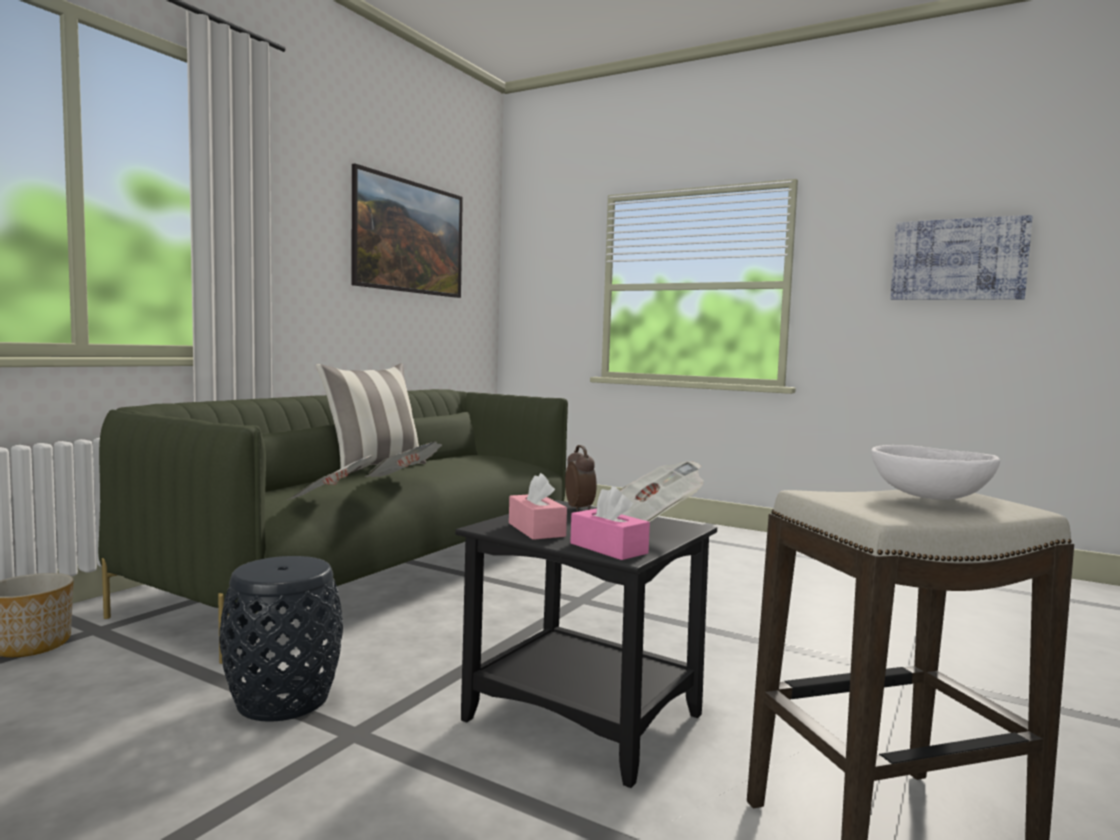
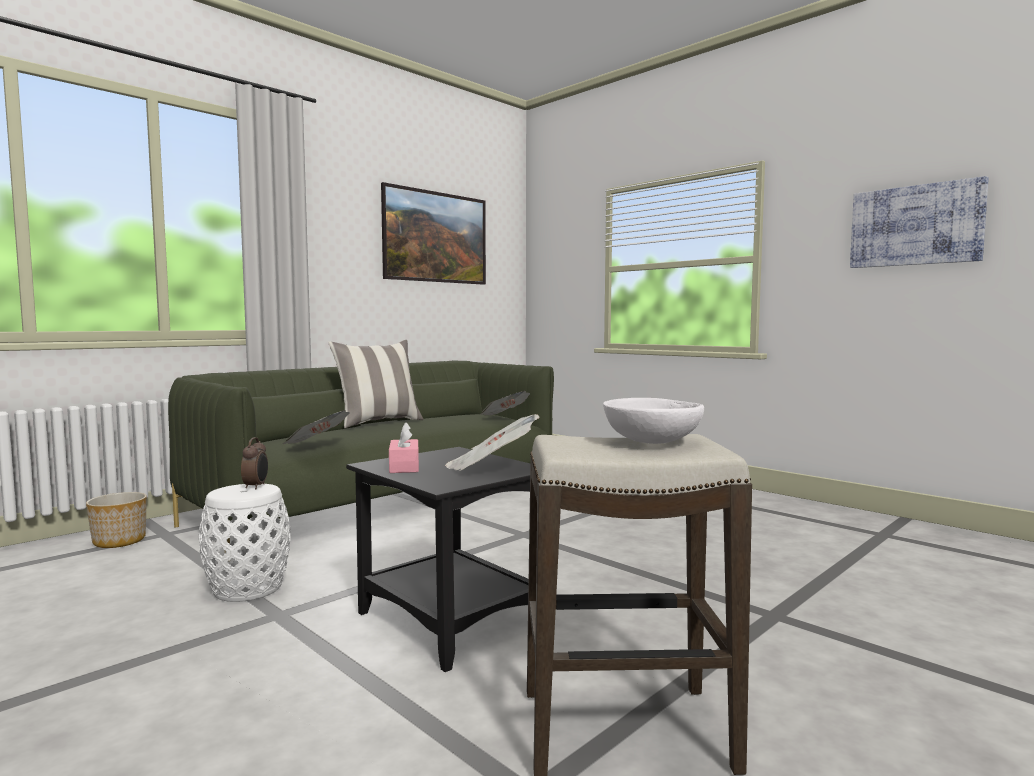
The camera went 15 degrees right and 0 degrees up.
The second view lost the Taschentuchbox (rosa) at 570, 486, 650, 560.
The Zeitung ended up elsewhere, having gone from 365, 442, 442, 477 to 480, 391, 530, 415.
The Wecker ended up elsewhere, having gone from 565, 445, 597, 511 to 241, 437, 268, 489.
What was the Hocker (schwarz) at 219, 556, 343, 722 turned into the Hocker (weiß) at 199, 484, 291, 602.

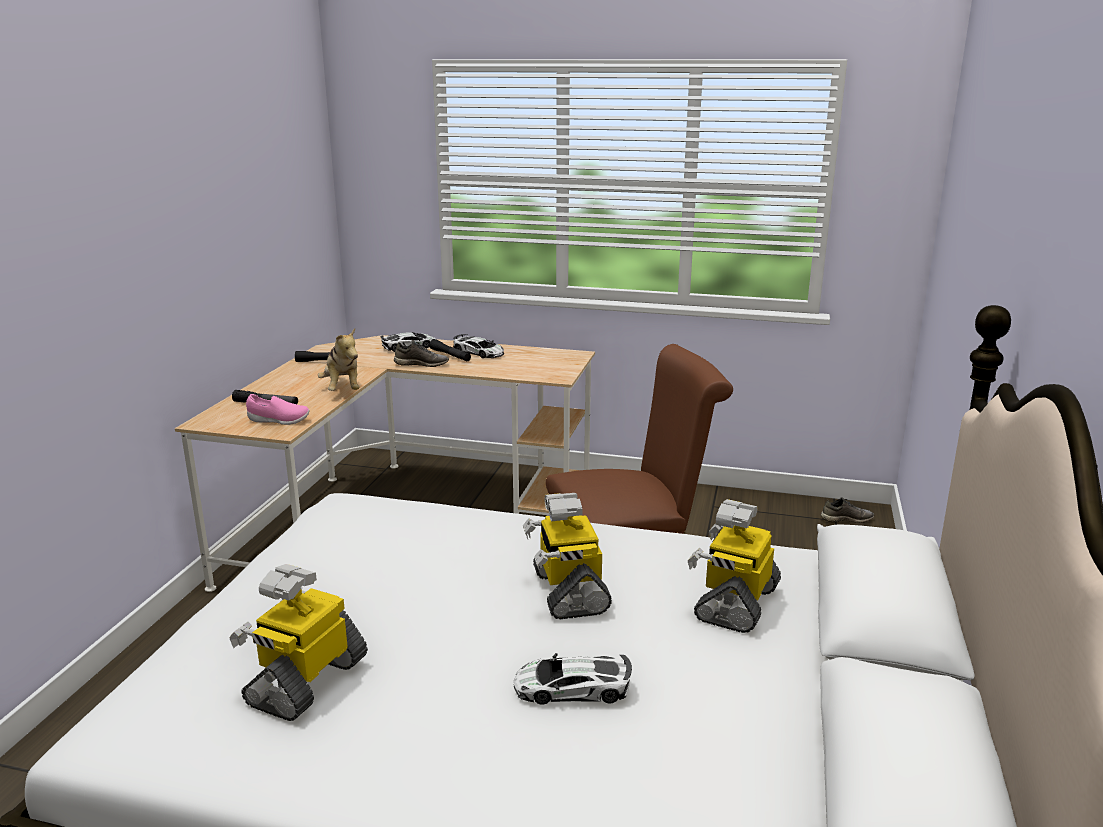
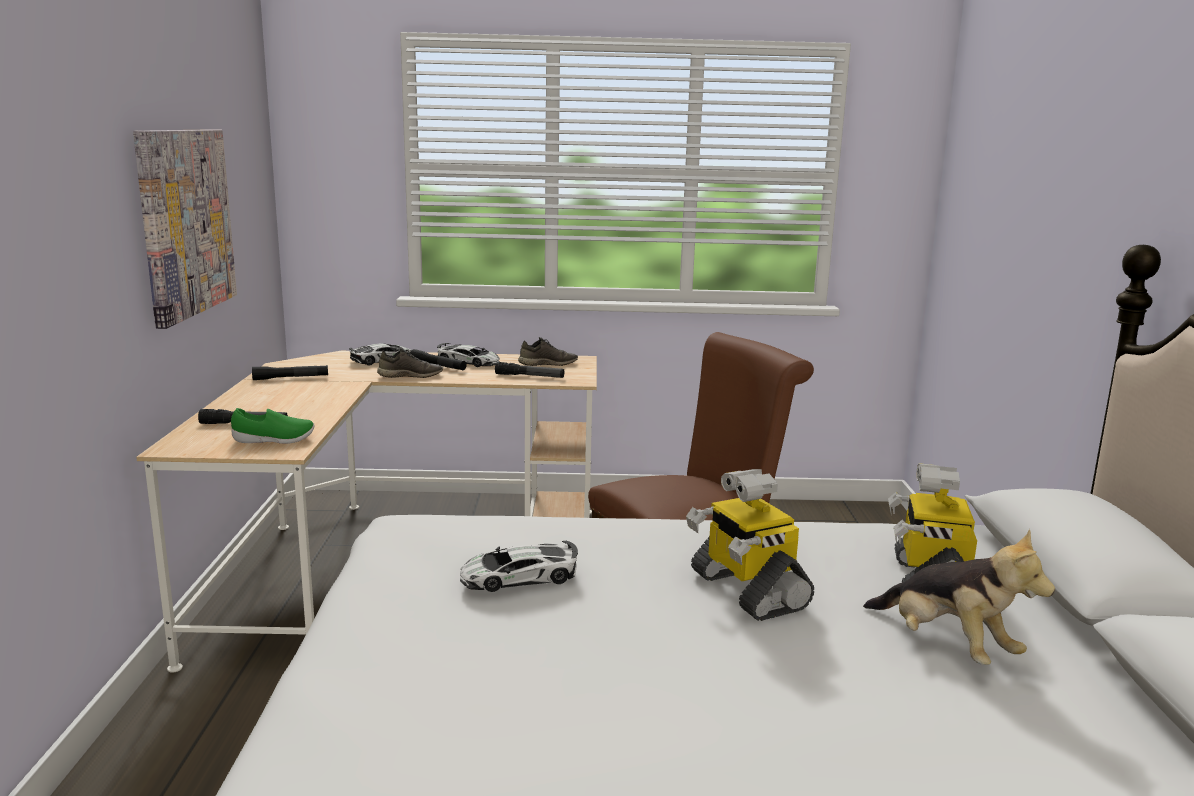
The camera went 15 degrees left and 5 degrees down.
The second view lost the Spielzeugroboter at 229, 564, 368, 721.
The second view gained the Bild at 133, 129, 237, 329.
The second view gained the Taschenlampe at 495, 362, 564, 378.
The Plüschtier ended up elsewhere, having gone from 318, 328, 360, 391 to 863, 529, 1055, 665.
The Spielzeugauto ended up elsewhere, having gone from 514, 653, 632, 705 to 460, 541, 578, 592.
The Schuh (grau) ended up elsewhere, having gone from 821, 497, 874, 523 to 518, 337, 578, 366.
What was the Schuh (rosa) at 246, 394, 310, 425 turned into the Schuh (grün) at 231, 408, 314, 444.

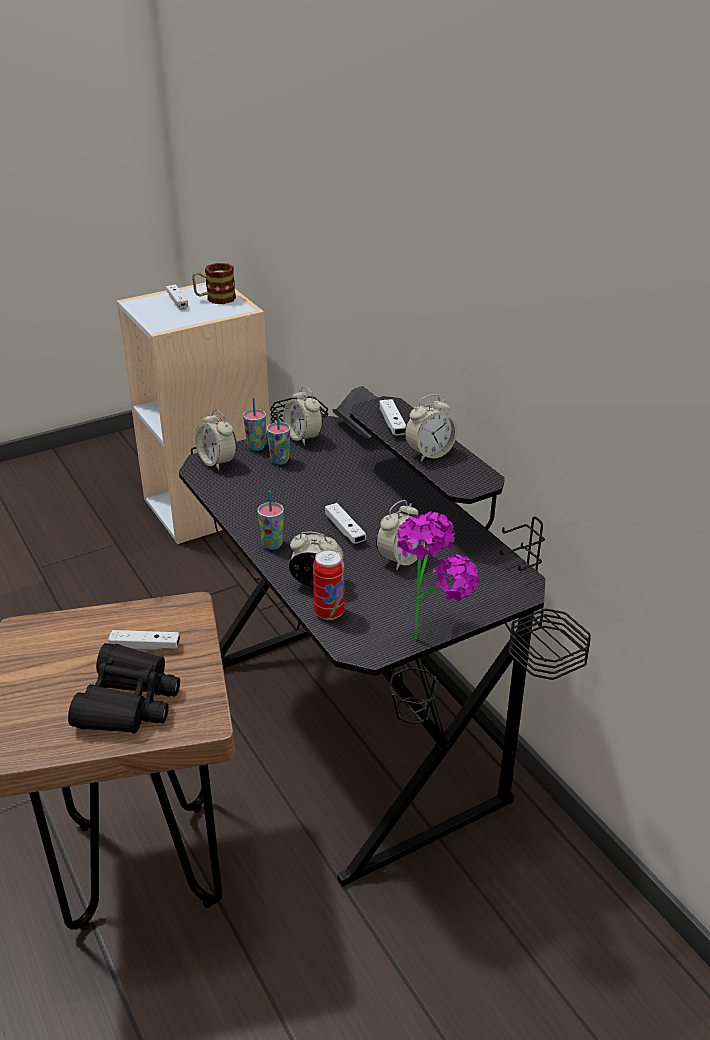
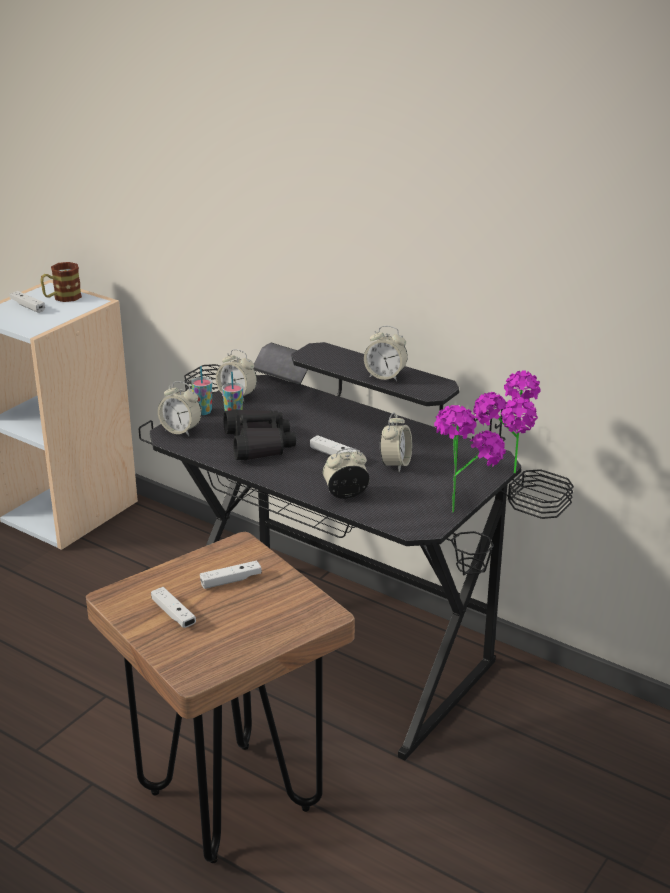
The camera went 25 degrees left and 5 degrees down.
The second view lost the Tasse at 257, 491, 284, 550.
The second view lost the Dose at 313, 549, 345, 620.
The second view gained the Topfpflanze at 473, 370, 541, 474.
The Fernglas (schwarz) ended up elsewhere, having gone from 68, 643, 180, 733 to 223, 409, 296, 460.
The Gamepad (weiß) ended up elsewhere, having gone from 379, 399, 406, 435 to 151, 587, 196, 628.
The Wecker at 405, 394, 457, 461 ended up facing another way, 75 degrees clockwise from before.

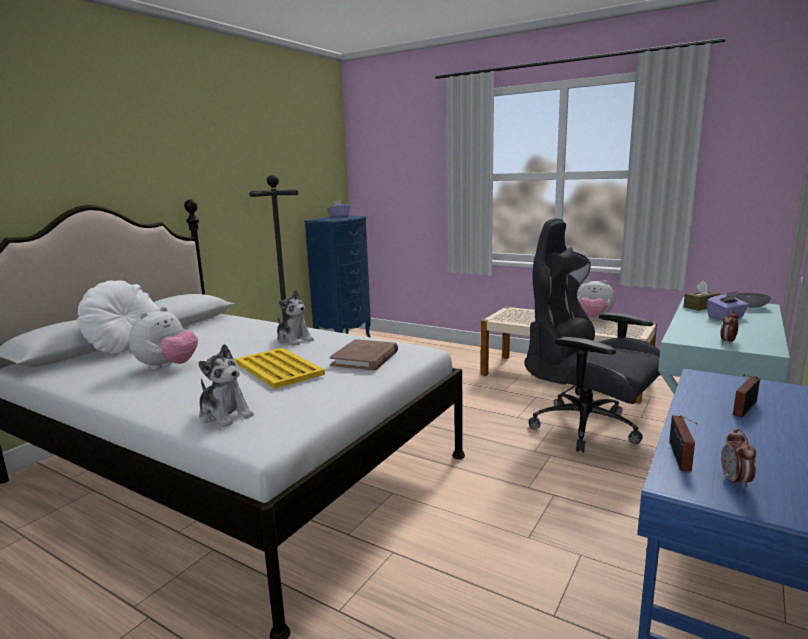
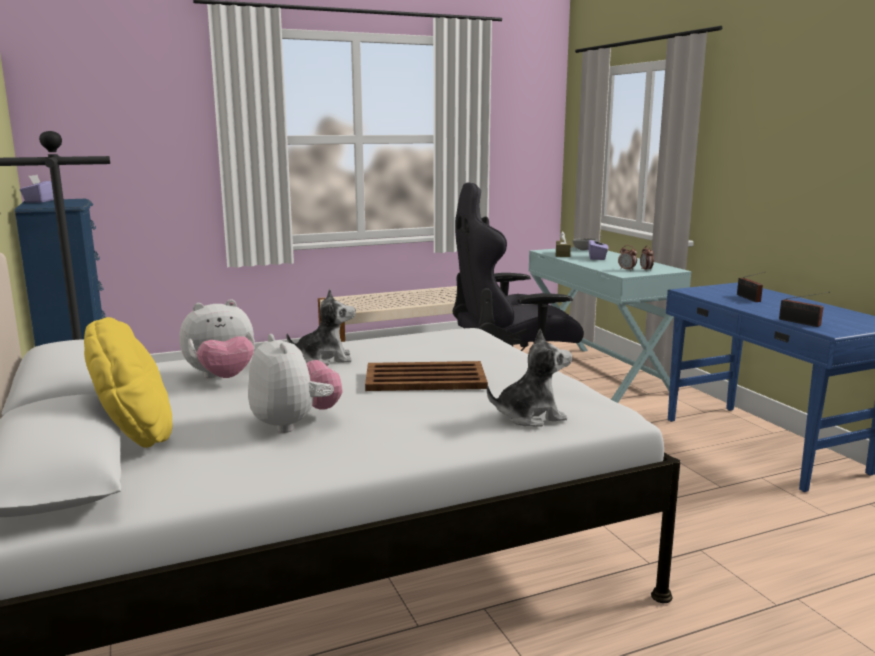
The camera went 55 degrees left and 0 degrees up.
The second view lost the Buch (braun) at 330, 339, 398, 371.
The Plüschtier ended up elsewhere, having gone from 577, 279, 615, 318 to 179, 299, 255, 378.
The Wecker ended up elsewhere, having gone from 721, 429, 756, 488 to 618, 245, 637, 271.
What was the Kissen (weiß) at 77, 280, 160, 355 turned into the Kissen (gelb) at 84, 317, 172, 448.
What was the Tablett (gelb) at 235, 348, 325, 389 turned into the Tablett (braun) at 365, 361, 488, 391.

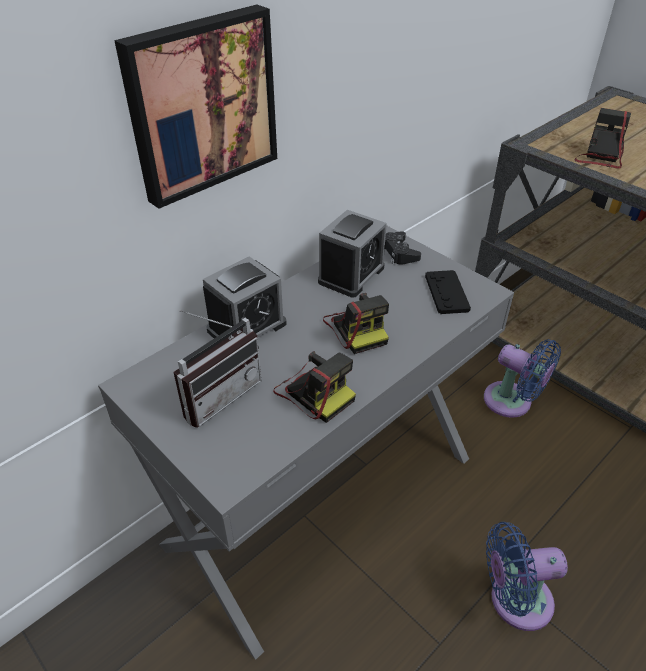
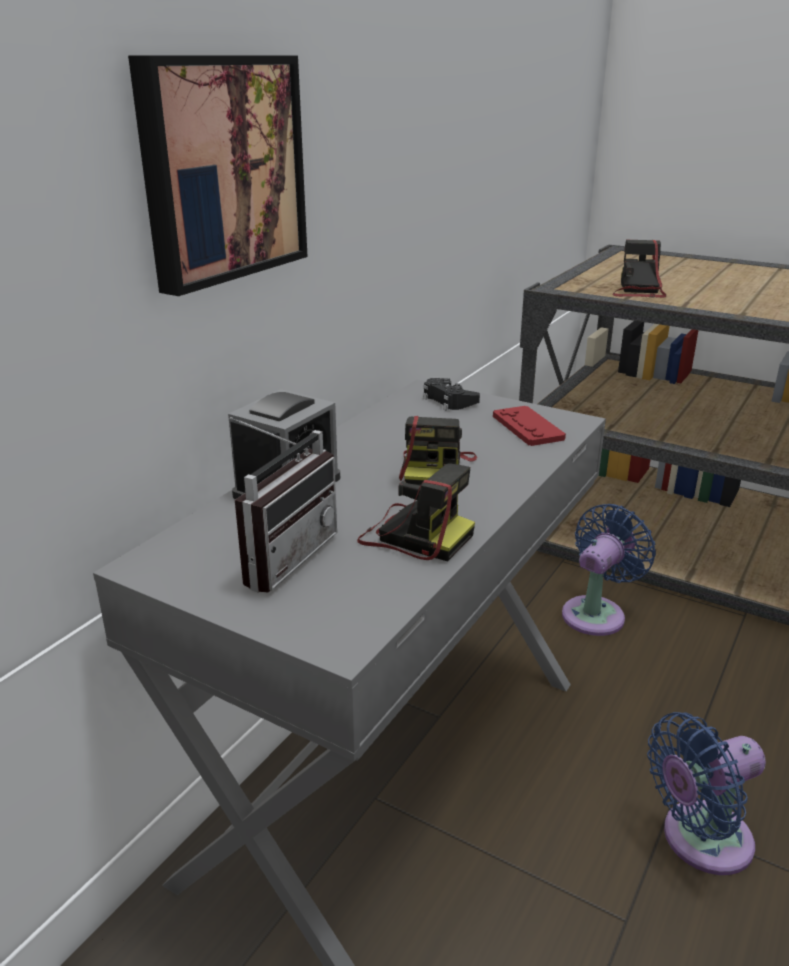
The camera went 15 degrees left and 15 degrees down.
The second view lost the Wecker at 318, 210, 387, 298.
What was the Gamepad (schwarz) at 425, 270, 471, 314 turned into the Gamepad (rot) at 493, 406, 566, 446.
The Kamera at 323, 293, 389, 354 ended up facing another way, 45 degrees clockwise from before.
The Ventilator (blau) at 484, 339, 561, 418 ended up facing another way, 75 degrees counterclockwise from before.

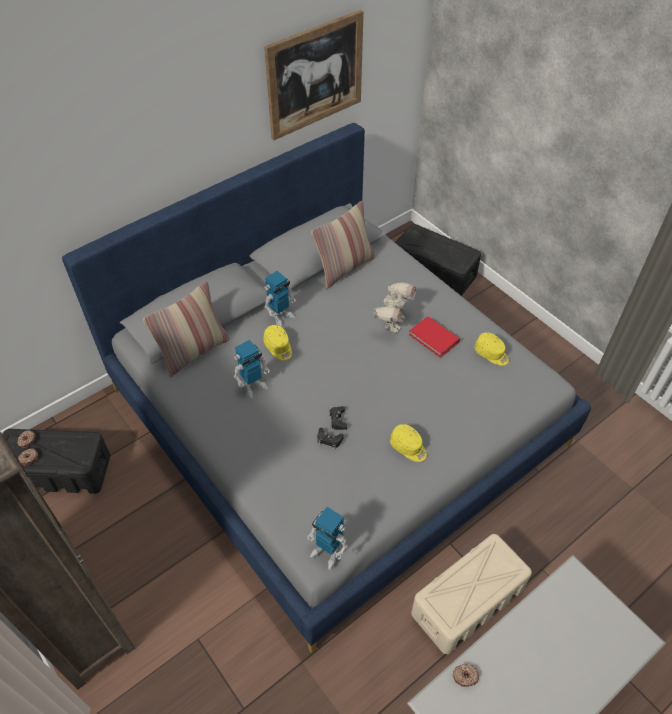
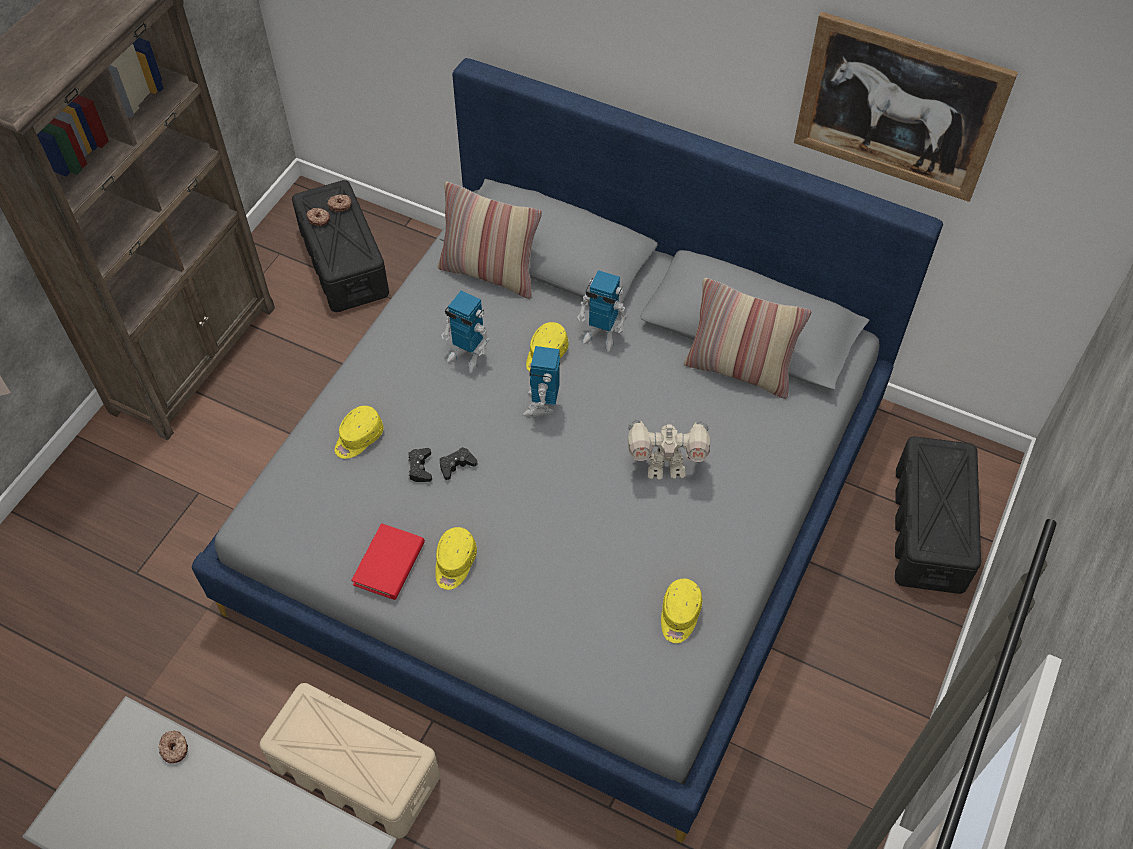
The camera went 65 degrees right and 5 degrees up.
The second view gained the Kappe (gelb) at 335, 406, 383, 459.
The Spielzeugroboter ended up elsewhere, having gone from 307, 507, 348, 570 to 523, 346, 560, 418.
The Buch (rot) ended up elsewhere, having gone from 409, 316, 460, 358 to 351, 523, 425, 600.

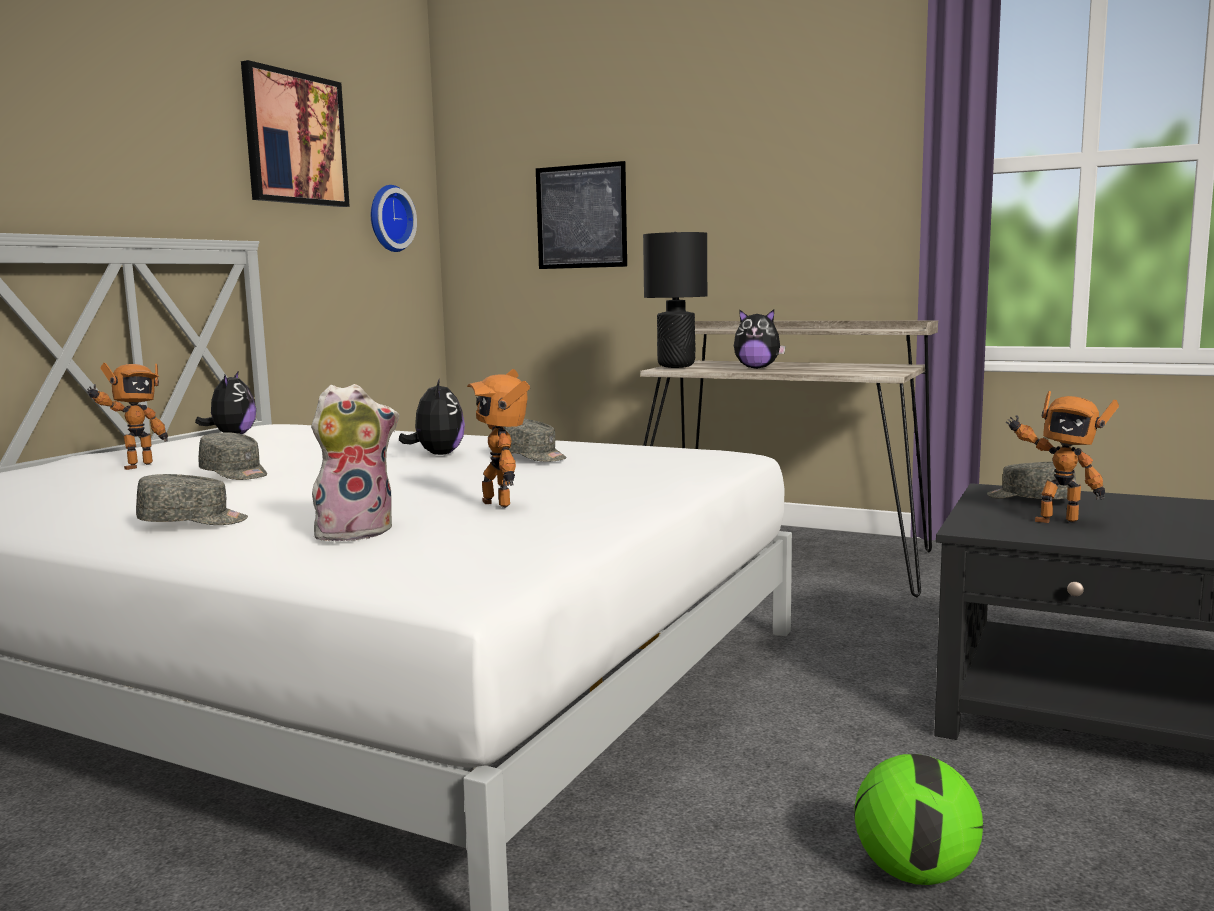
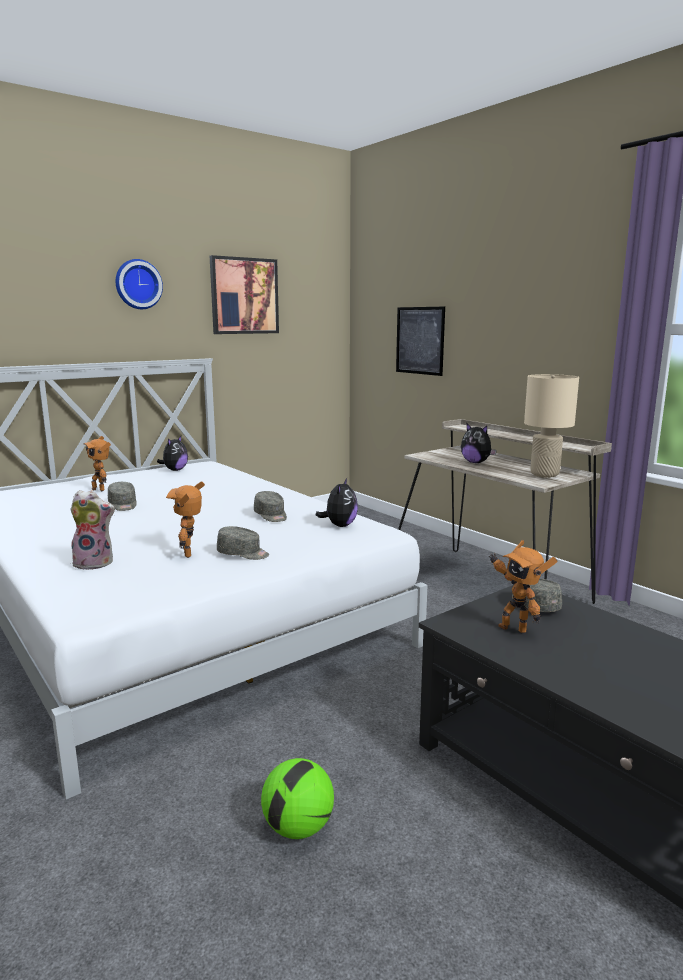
The camera went 25 degrees right and 5 degrees up.
The second view lost the Tischlampe (schwarz) at 643, 232, 707, 368.
The second view gained the Tischlampe (beige) at 524, 374, 579, 478.
The Kappe (grau) ended up elsewhere, having gone from 136, 474, 248, 525 to 217, 526, 269, 560.
The Wanduhr ended up elsewhere, having gone from 371, 185, 417, 252 to 116, 259, 163, 309.
The Plüschtier ended up elsewhere, having gone from 399, 378, 465, 455 to 316, 478, 358, 527.
The Spielzeugroboter at 87, 363, 168, 470 ended up facing another way, 75 degrees clockwise from before.

